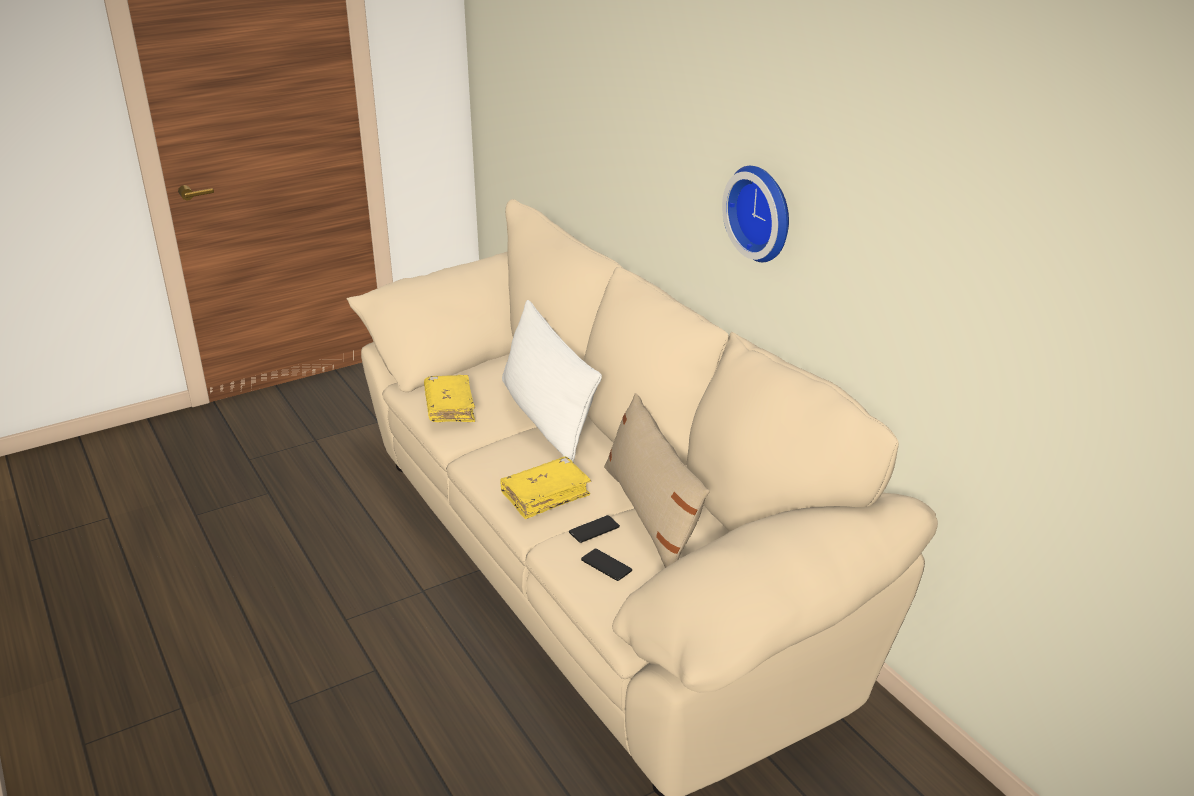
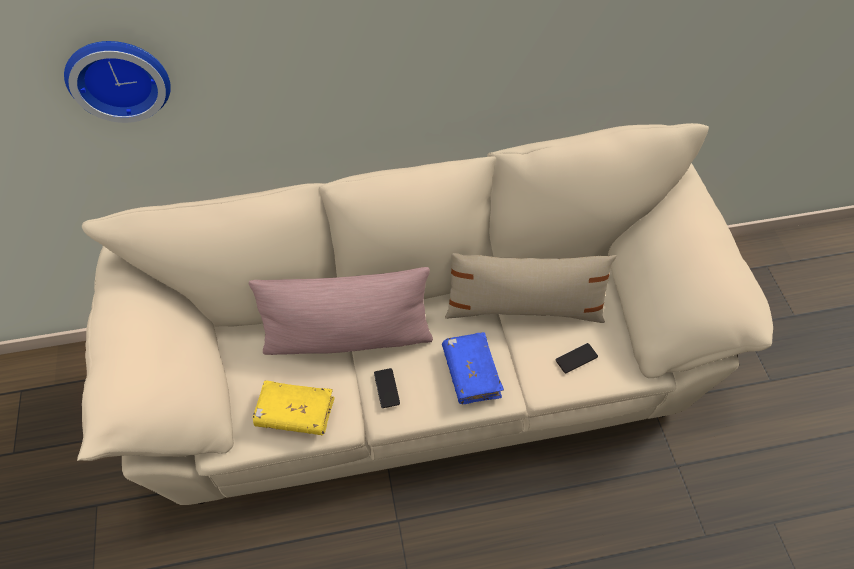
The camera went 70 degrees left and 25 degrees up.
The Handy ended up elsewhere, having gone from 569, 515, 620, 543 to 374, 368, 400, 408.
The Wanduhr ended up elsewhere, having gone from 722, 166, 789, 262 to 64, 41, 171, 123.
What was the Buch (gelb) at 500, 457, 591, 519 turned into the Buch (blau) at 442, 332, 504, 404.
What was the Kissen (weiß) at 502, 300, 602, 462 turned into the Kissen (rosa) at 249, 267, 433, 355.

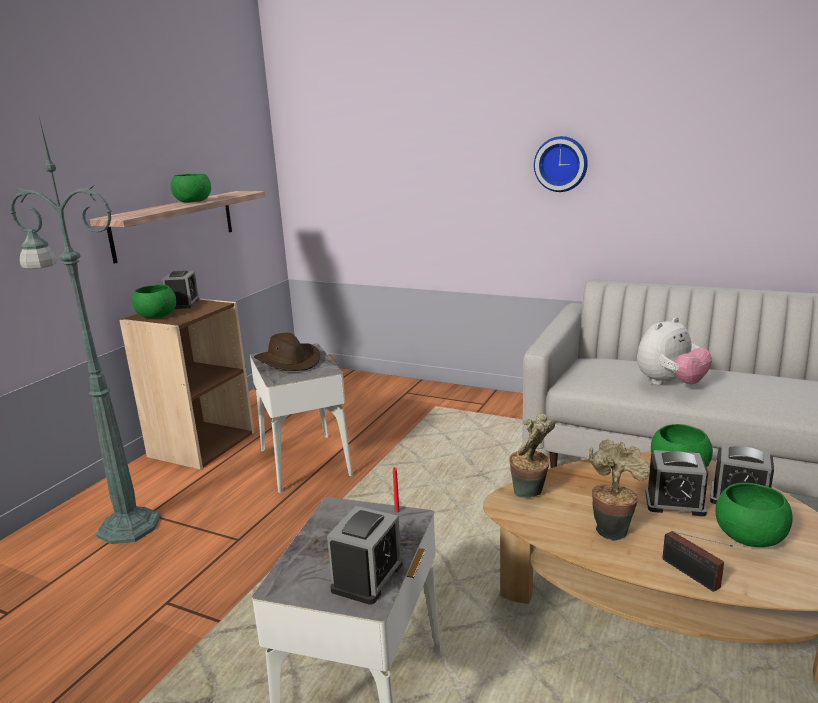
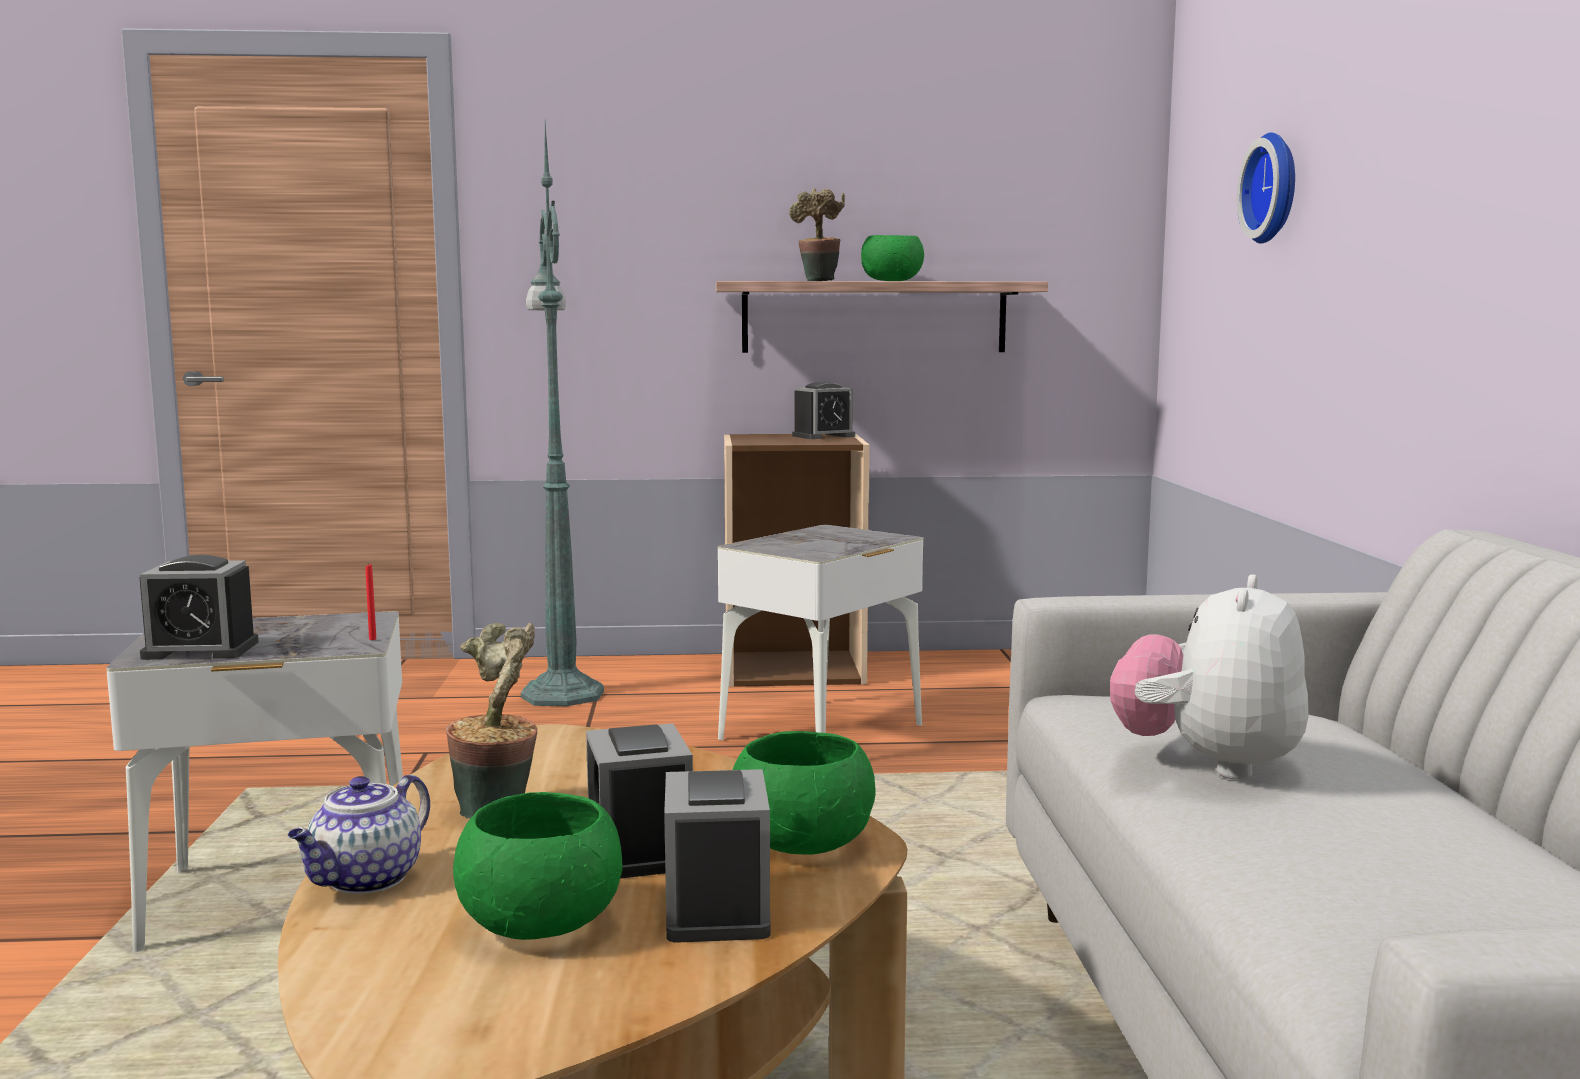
The camera went 60 degrees right and 10 degrees down.
The second view lost the Schüssel (grün) at 132, 285, 176, 319.
The second view lost the Hut (braun) at 254, 333, 320, 371.
The Topfpflanze ended up elsewhere, having gone from 509, 414, 555, 498 to 789, 188, 845, 281.
The Wanduhr ended up elsewhere, having gone from 534, 136, 588, 192 to 1237, 132, 1295, 244.
Where the Radio stood at 662, 531, 733, 592, the Teekanne came to stand at 288, 775, 430, 894.
The Plüschtier at 637, 317, 712, 385 ended up facing another way, 90 degrees clockwise from before.

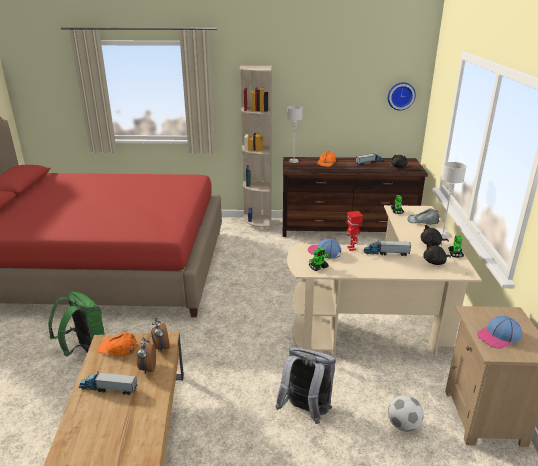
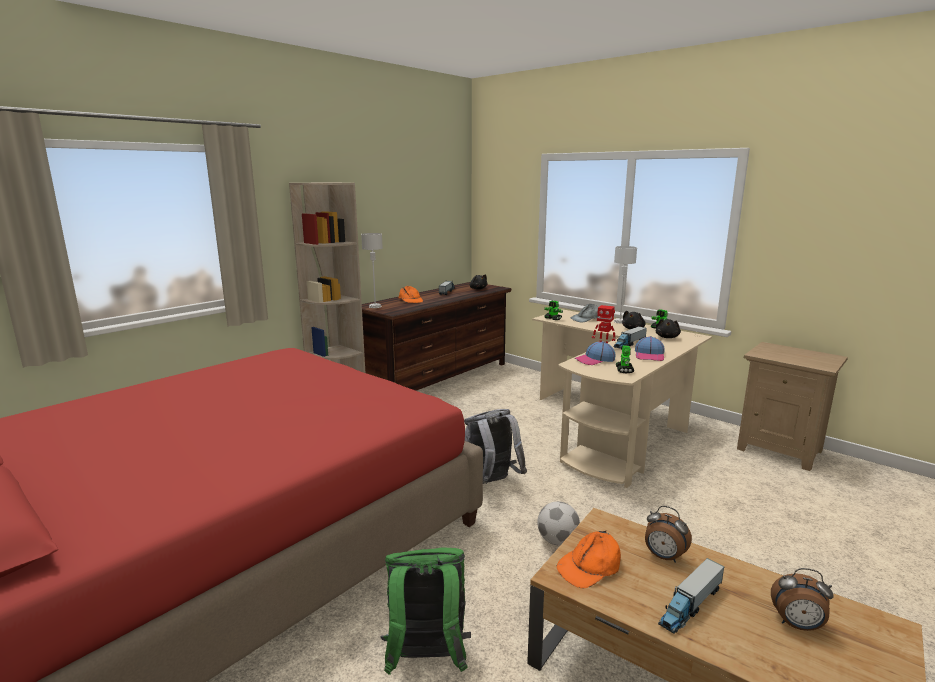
The camera went 50 degrees left and 10 degrees down.
The second view lost the Wanduhr at 388, 82, 416, 110.
The Wecker ended up elsewhere, having gone from 151, 318, 170, 352 to 771, 568, 834, 631.
The Rucksack (grau) ended up elsewhere, having gone from 276, 347, 336, 424 to 464, 409, 527, 484.
The Fußball ended up elsewhere, having gone from 388, 395, 424, 432 to 537, 501, 580, 546.
The Kappe ended up elsewhere, having gone from 477, 316, 522, 349 to 635, 336, 665, 361.

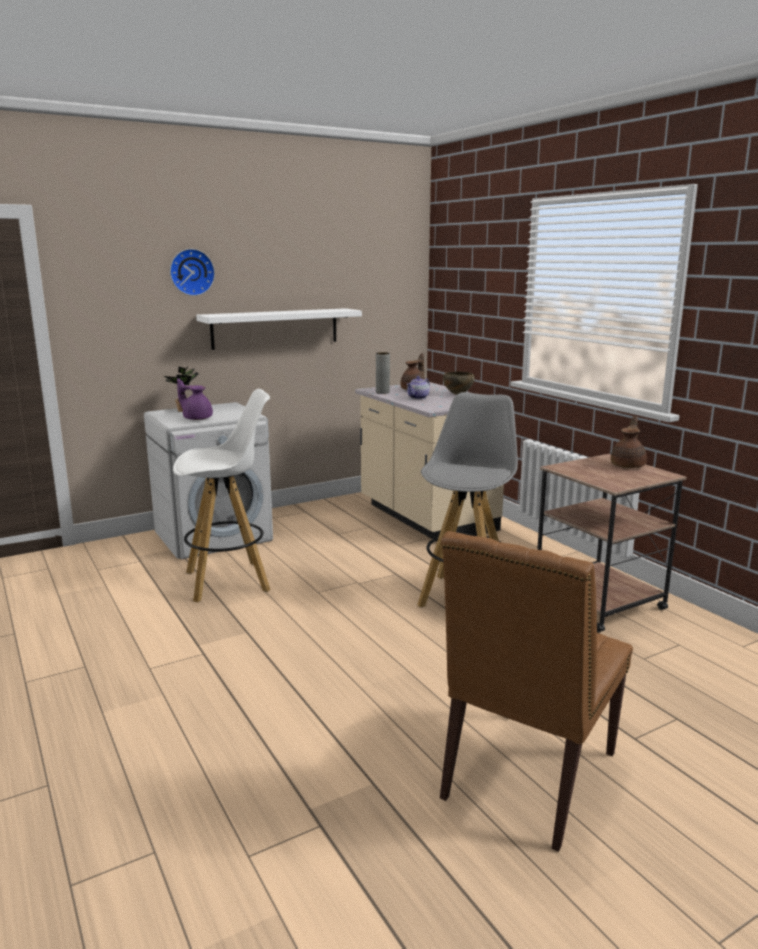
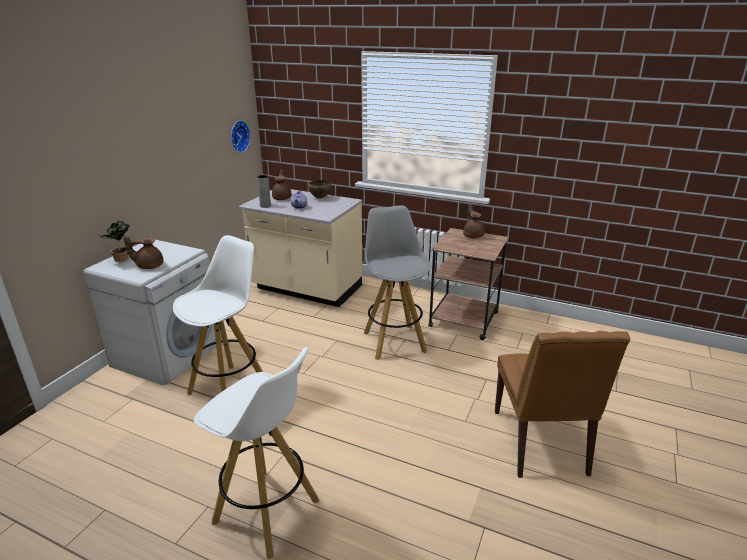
The camera went 35 degrees left and 10 degrees up.
The second view lost the Wandregal (weiß) at 196, 308, 362, 350.
The second view gained the Hocker (weiß) at 194, 347, 319, 559.
The Wanduhr ended up elsewhere, having gone from 170, 249, 215, 296 to 231, 121, 251, 153.
What was the Teekanne (lila) at 177, 378, 213, 420 turned into the Teekanne (braun) at 123, 236, 164, 269.

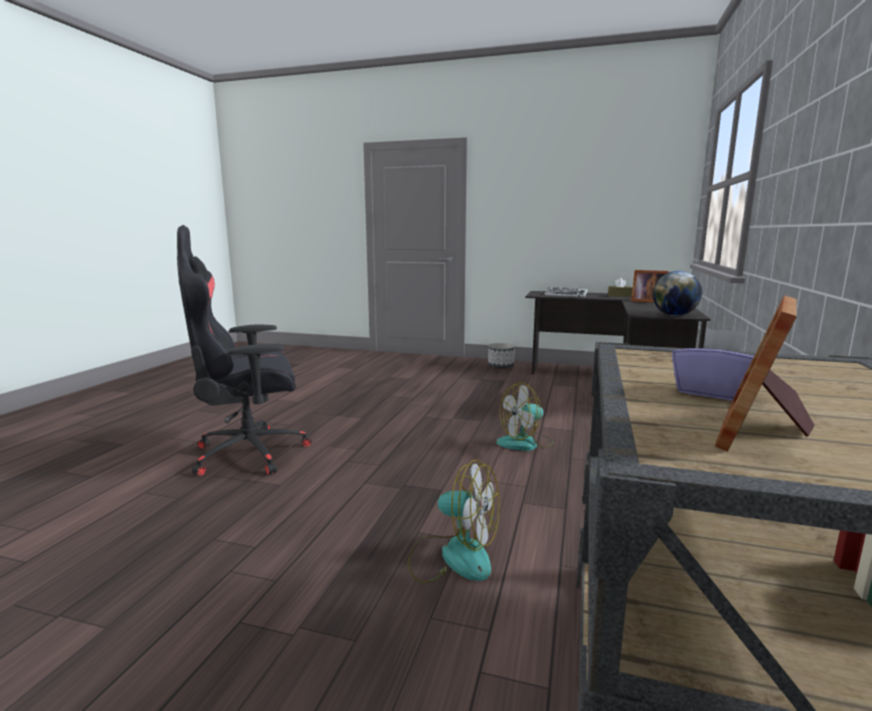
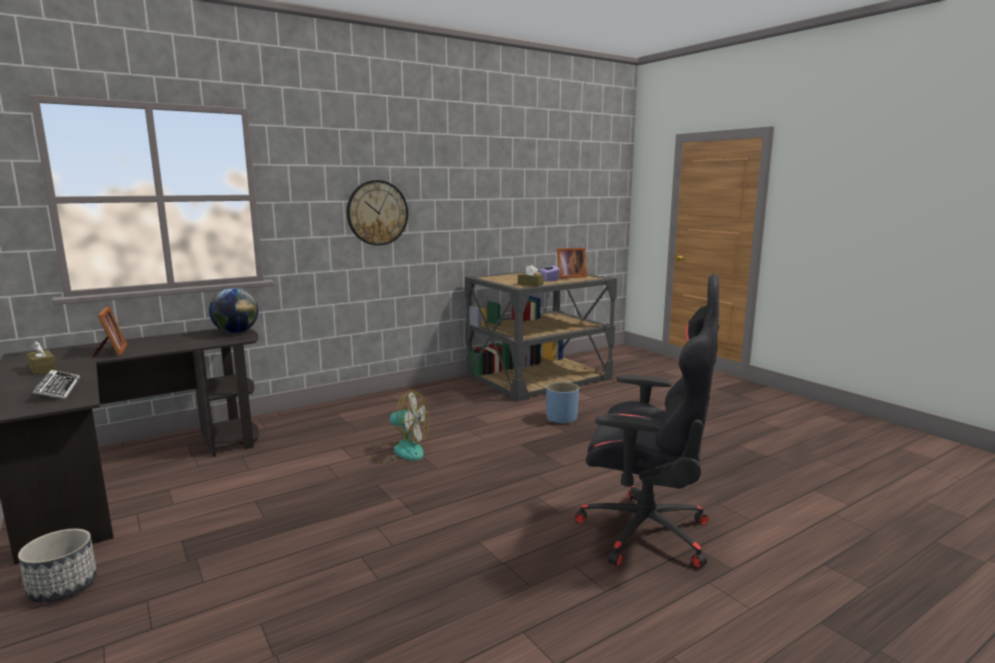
The camera went 140 degrees left and 0 degrees up.
The second view gained the Wanduhr at 347, 180, 408, 246.
The second view gained the Taschentuchbox (braun) at 518, 265, 544, 286.
Where the Ventilator stood at 408, 460, 500, 583, the Pflanzkübel (blau) came to stand at 546, 382, 579, 424.

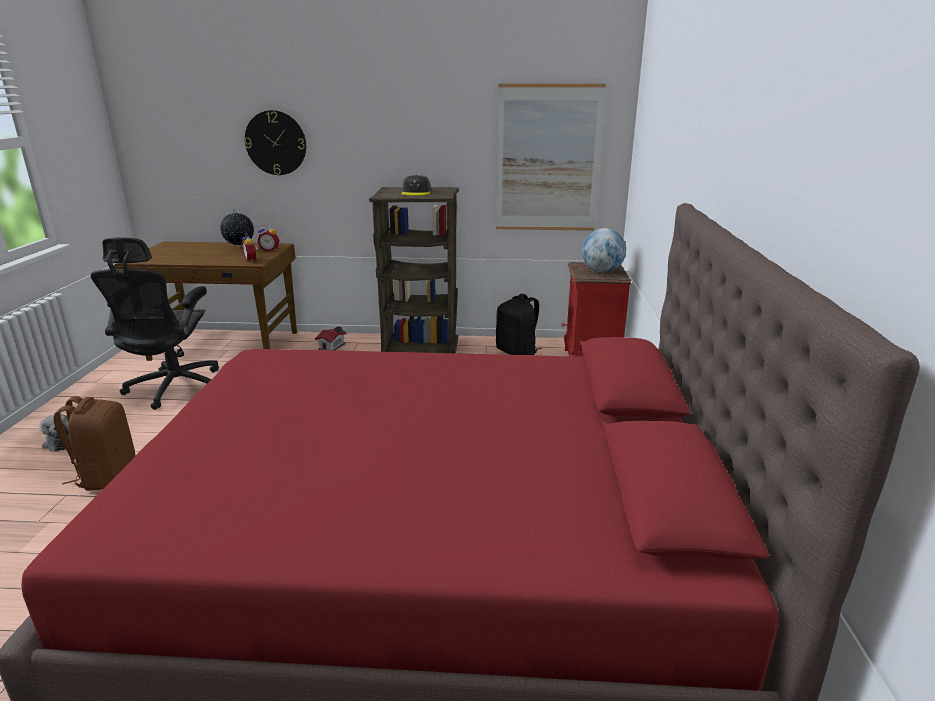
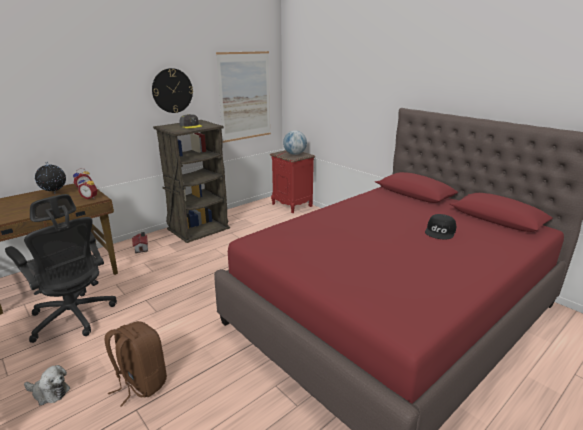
The camera went 45 degrees left and 0 degrees up.
The second view lost the Rucksack (schwarz) at 496, 294, 542, 355.
The second view gained the Kappe (schwarz) at 425, 214, 456, 239.
The Wanduhr ended up elsewhere, having gone from 244, 110, 306, 175 to 152, 68, 193, 113.

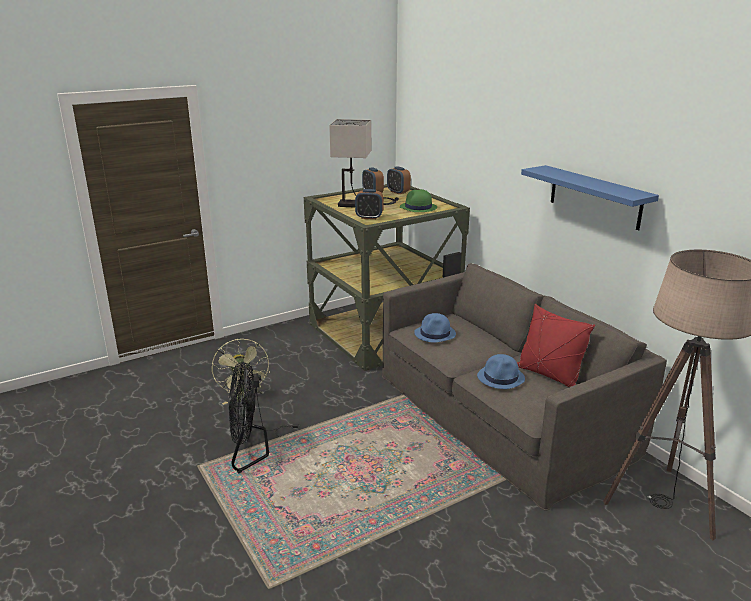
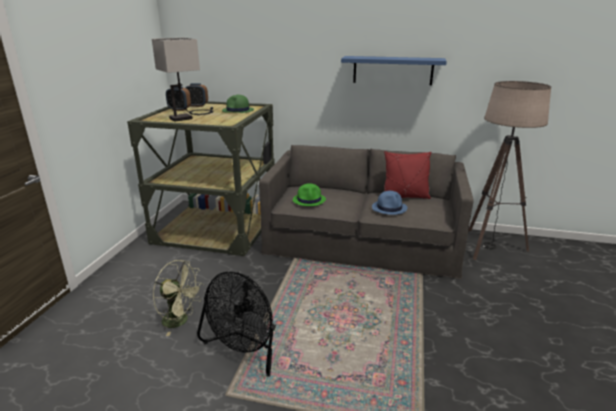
The camera went 45 degrees left and 0 degrees up.
The second view lost the Wecker at 355, 189, 384, 219.
What was the Hut (blau) at 414, 313, 456, 343 turned into the Hut (grün) at 293, 183, 326, 206.

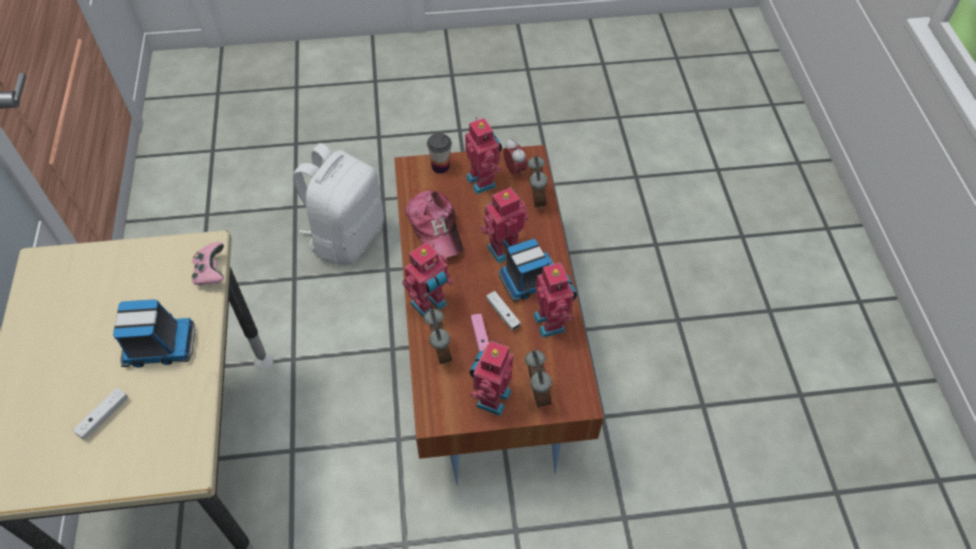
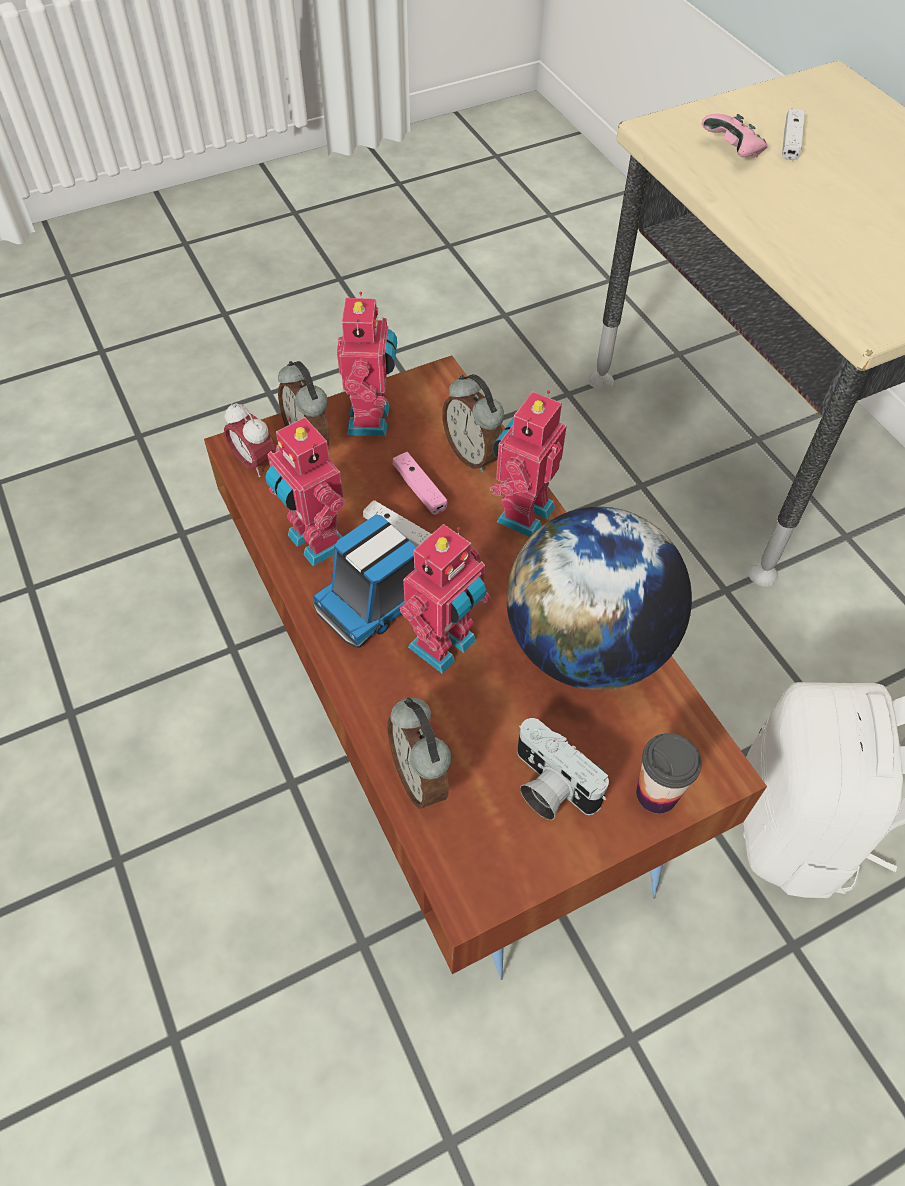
The camera went 160 degrees right and 0 degrees up.
The second view lost the Spielzeuglaster at 113, 299, 196, 367.
The Gamepad (rosa) ended up elsewhere, having gone from 192, 242, 224, 285 to 702, 114, 767, 158.
The Wecker ended up elsewhere, having gone from 503, 138, 527, 176 to 224, 403, 276, 477.
Where the Kappe stood at 406, 190, 463, 258, the Globus came to stand at 506, 507, 692, 690.
Where the Spielzeugroboter stood at 465, 117, 502, 194, the Kamera came to stand at 517, 718, 609, 820.

